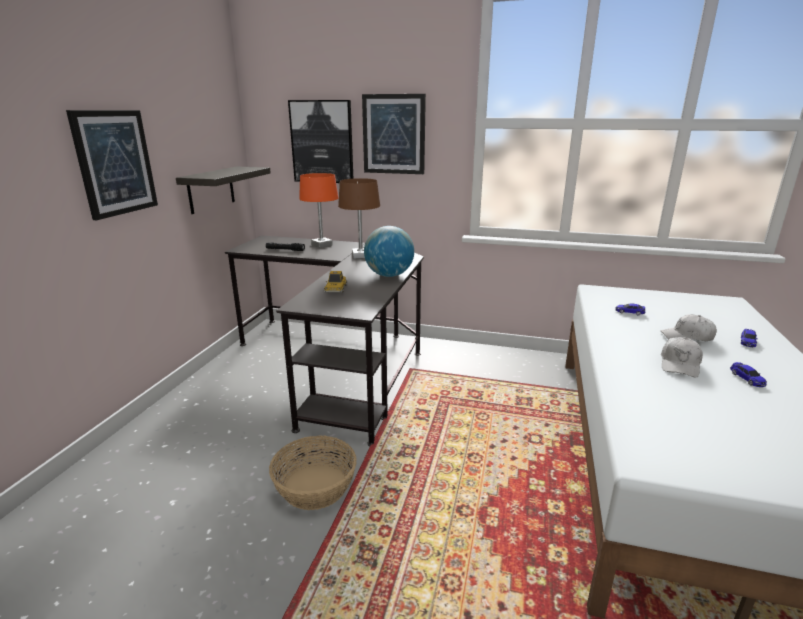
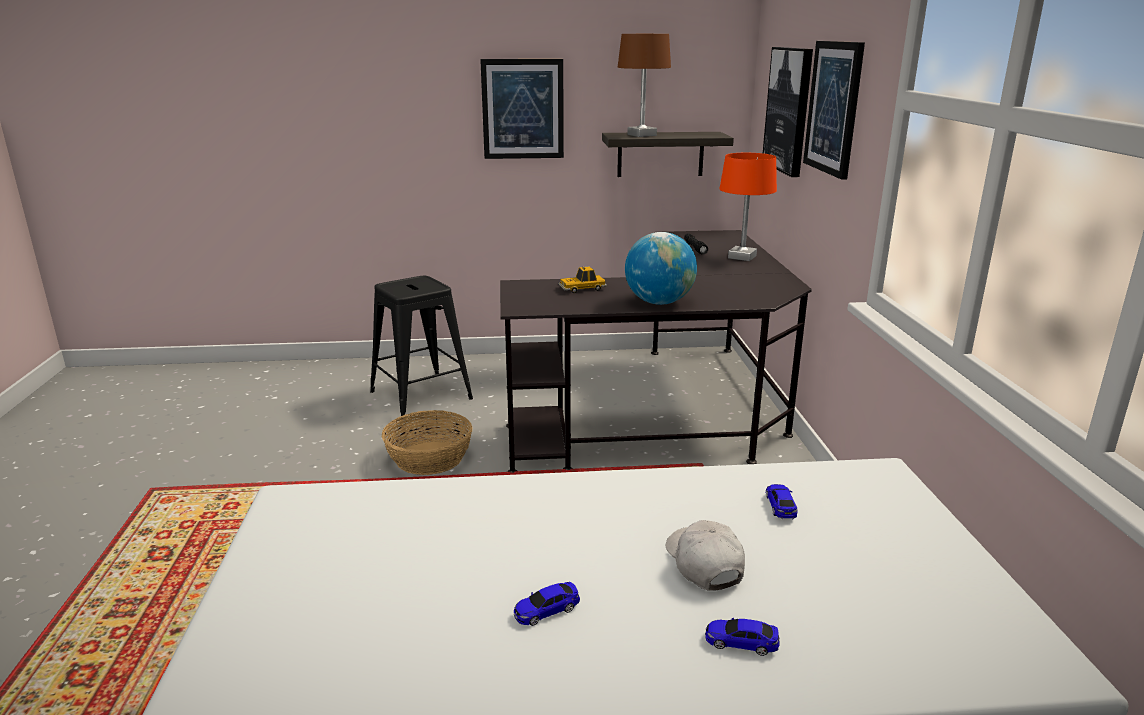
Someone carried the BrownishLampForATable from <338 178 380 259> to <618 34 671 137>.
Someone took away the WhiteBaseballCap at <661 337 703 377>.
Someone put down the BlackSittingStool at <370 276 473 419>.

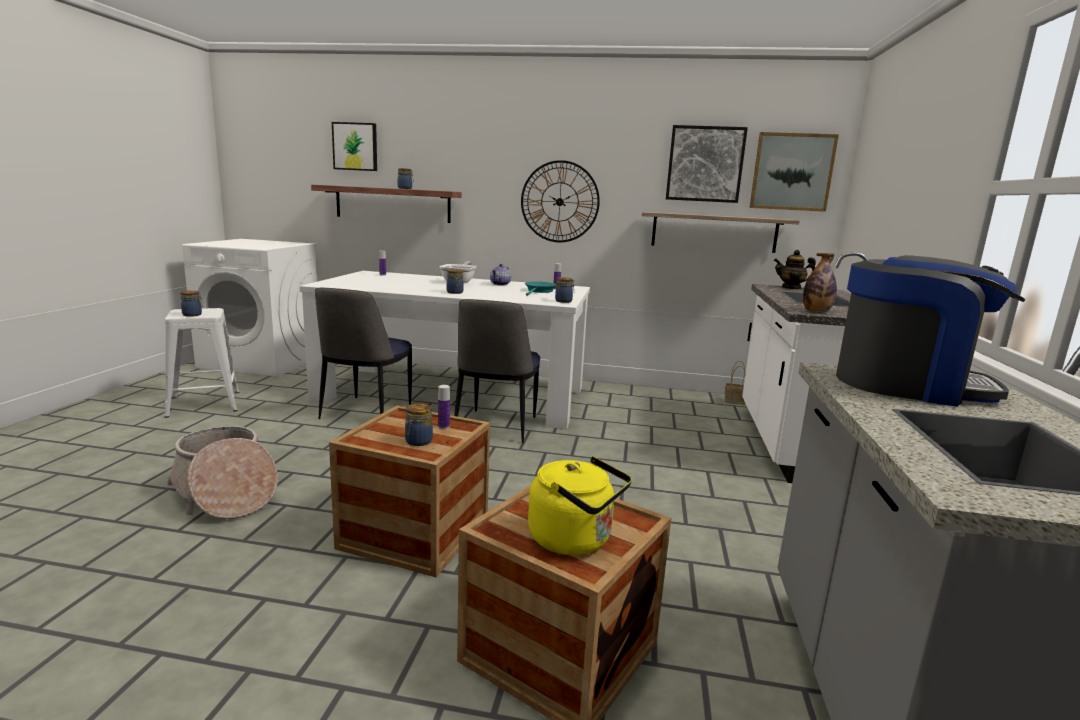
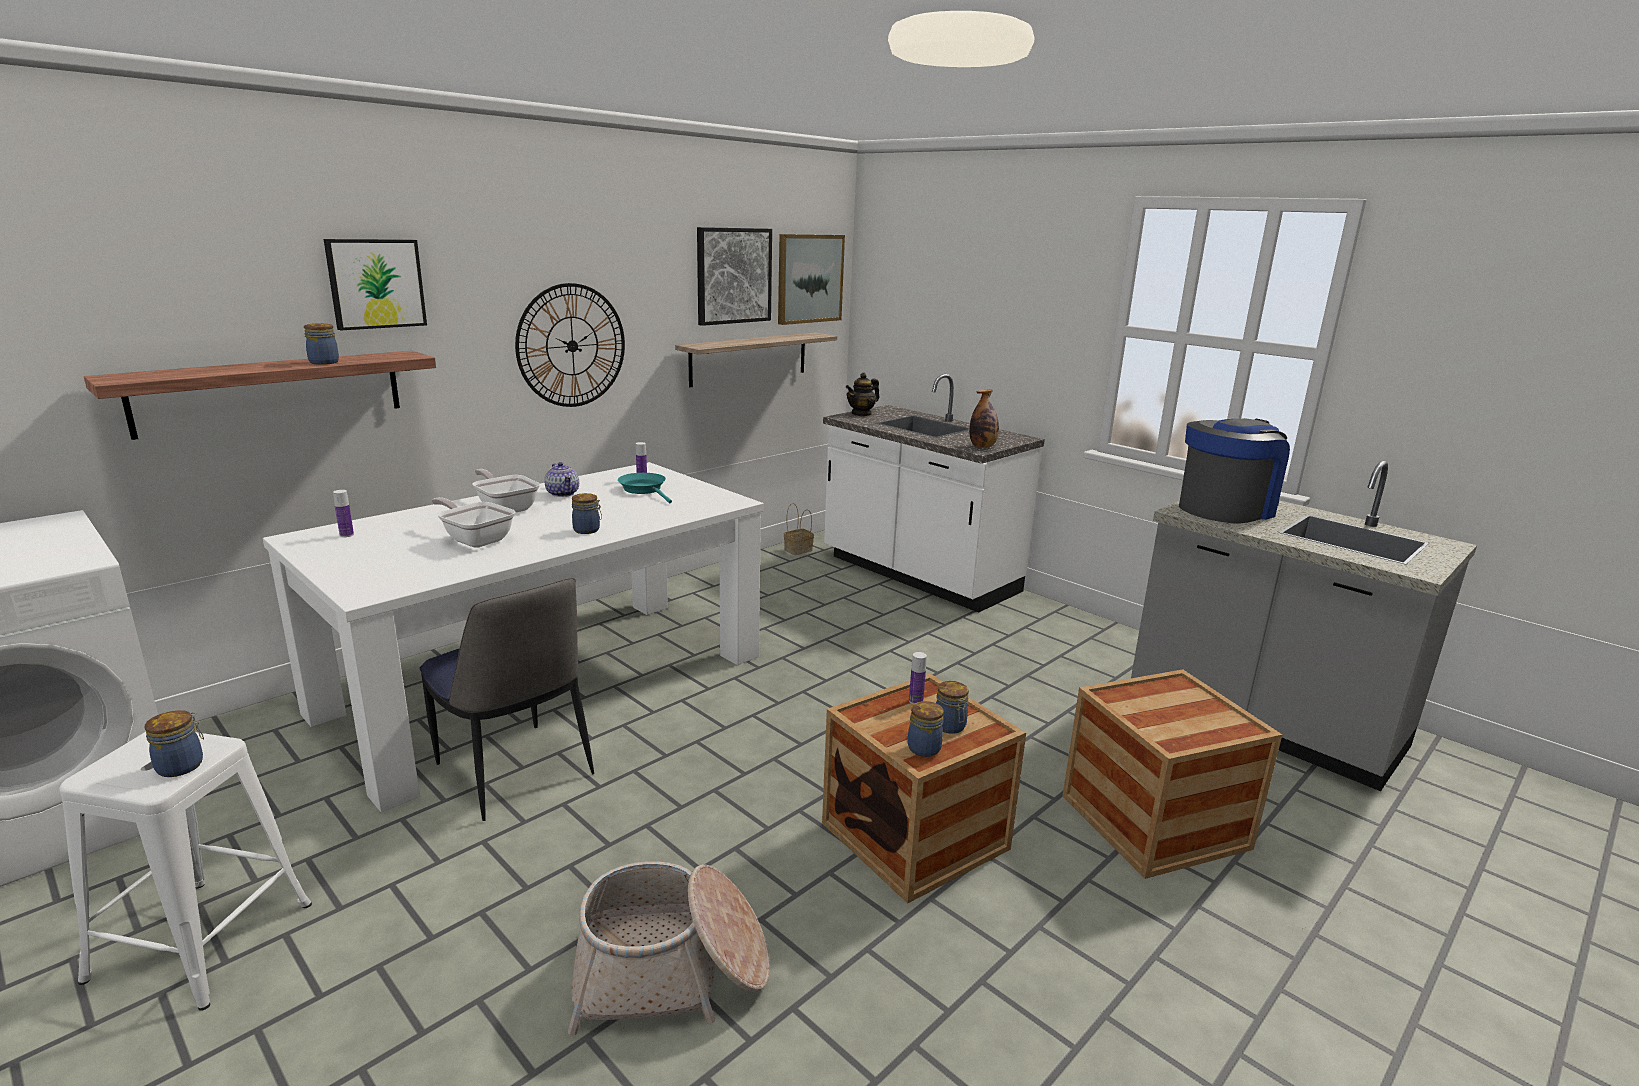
Someone carried the WallPicture from <332 122 377 171> to <324 239 427 330>.
Someone took away the UprightChair at <454 299 540 443>.
Someone took away the YellowKettle at <528 456 632 555>.
Someone carried the Jar from <555 277 575 303> to <908 701 944 757>.
Someone put down the Pan at <431 497 516 548>.

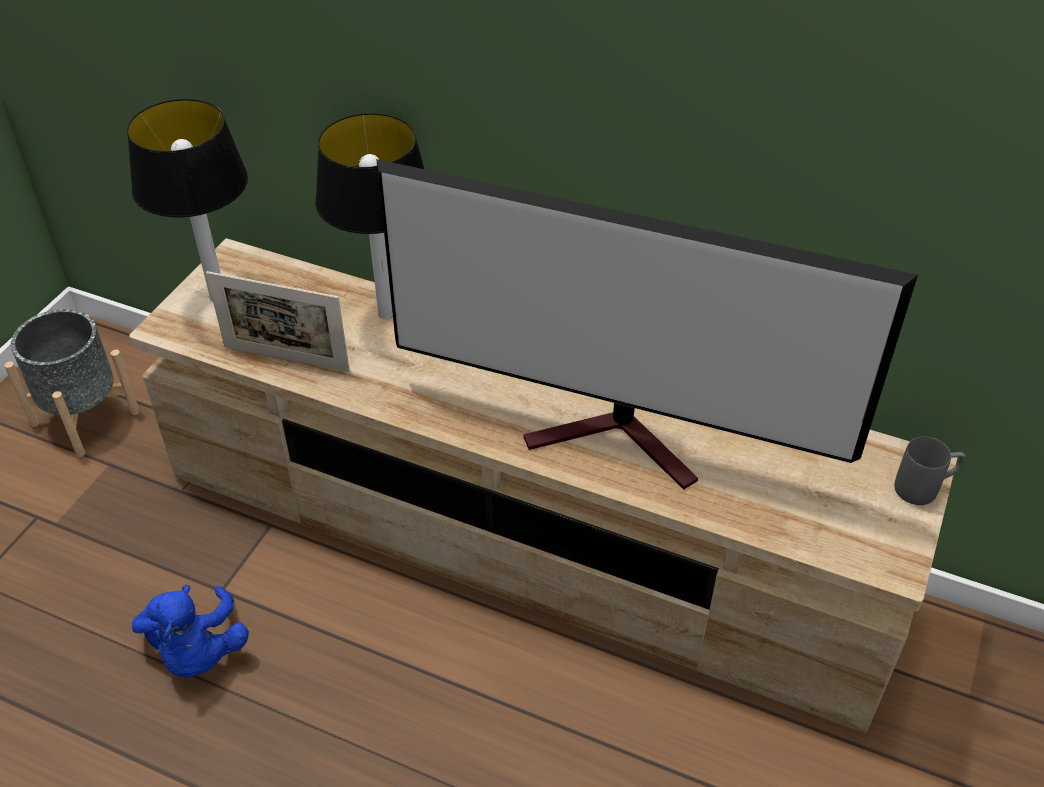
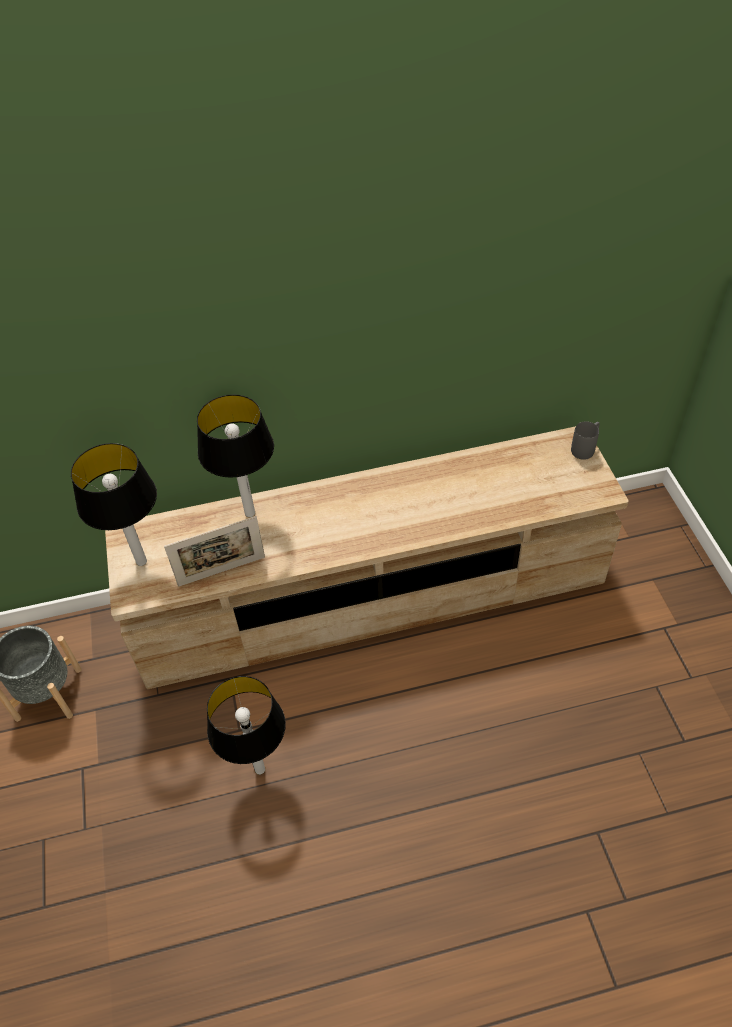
Someone swapped the BluePlushToy at <132 585 249 678> for the LampForATable at <207 676 286 775>.
Someone took away the Tv at <376 159 918 490>.

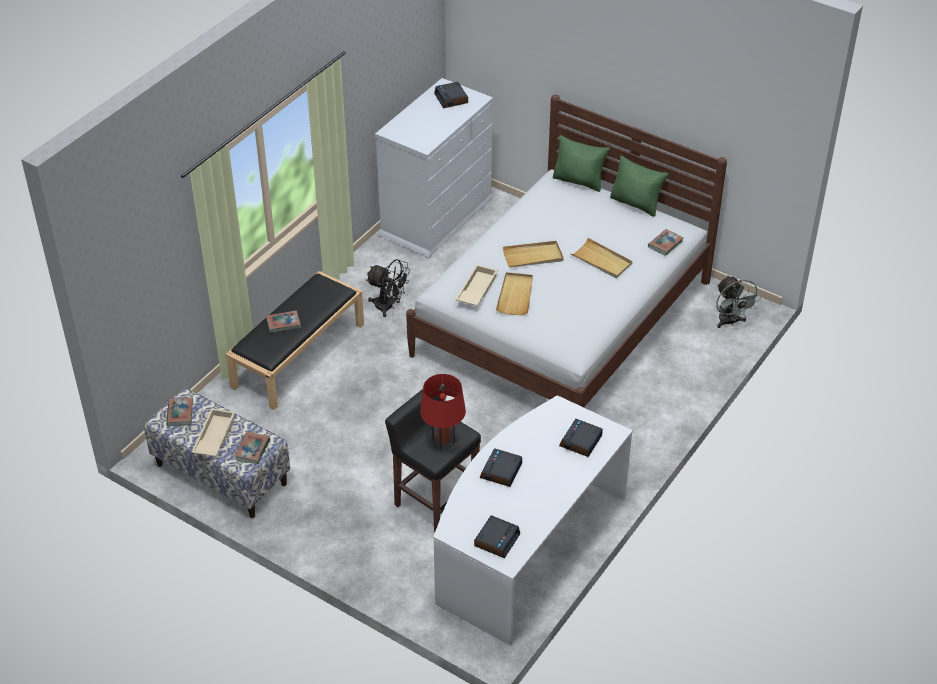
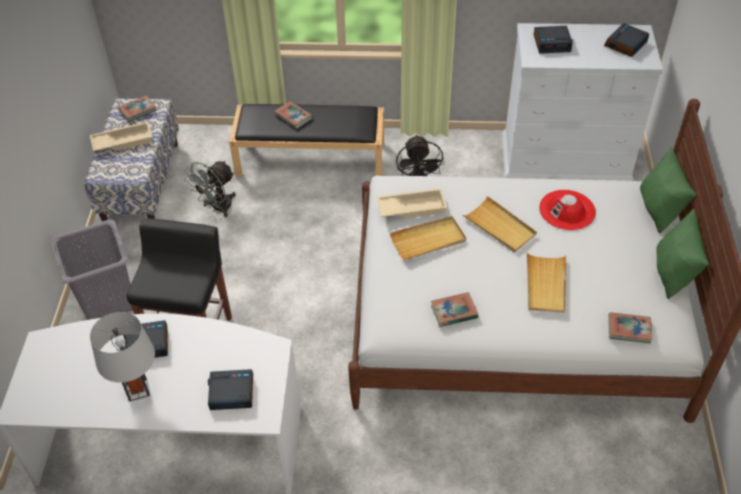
Someone carried the BoundBook from <234 432 270 464> to <431 292 478 327>.
Someone took away the RedColouredLampForATable at <420 374 466 451>.
Someone carried the BedsideClock from <474 515 520 558> to <534 26 573 54>.
Someone carried the GrayCoolingFan from <716 275 761 328> to <184 161 236 217>.
Someone put down the GrayWashingBasket at <50 219 132 320>.
Someone put down the GrayLampForATable at <90 312 155 401>.
Someone put down the RedColouredHat at <539 190 596 230>.

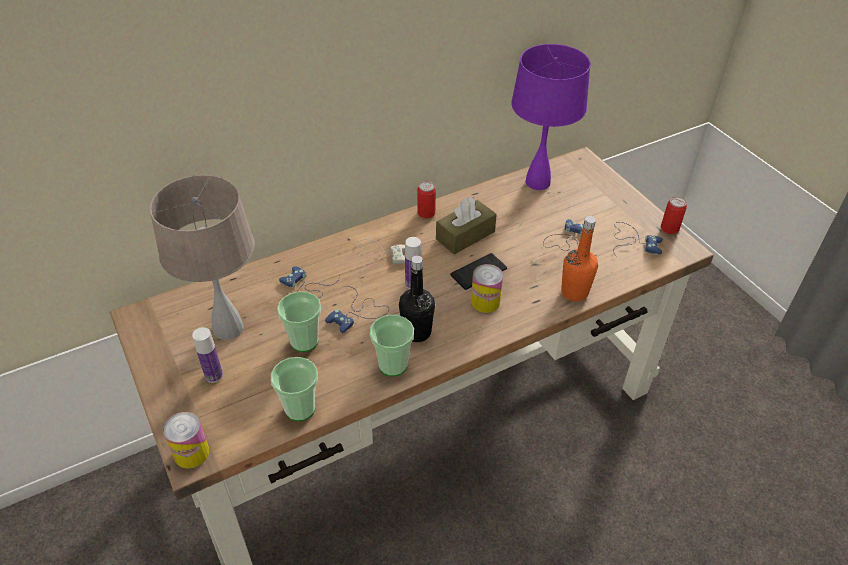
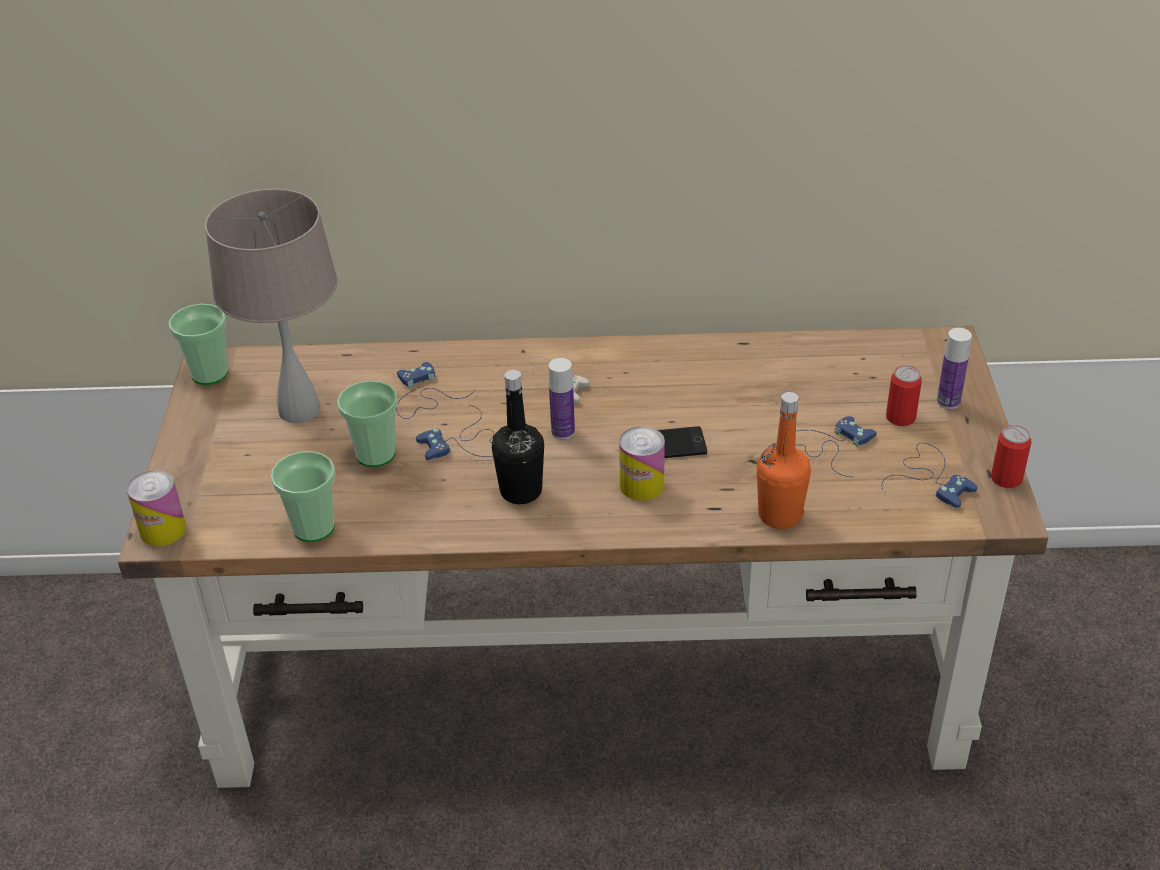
Someone carried the Bottle from <192 327 223 383> to <937 328 972 409>.
Someone carried the DrinkingCup from <370 315 414 376> to <169 304 228 385>.
Someone carried the Can from <417 181 436 218> to <886 365 922 426>.
Someone took away the BrownishTissueHolder at <436 197 497 254>.
Someone took away the PurplishLampForATable at <511 44 591 190>.

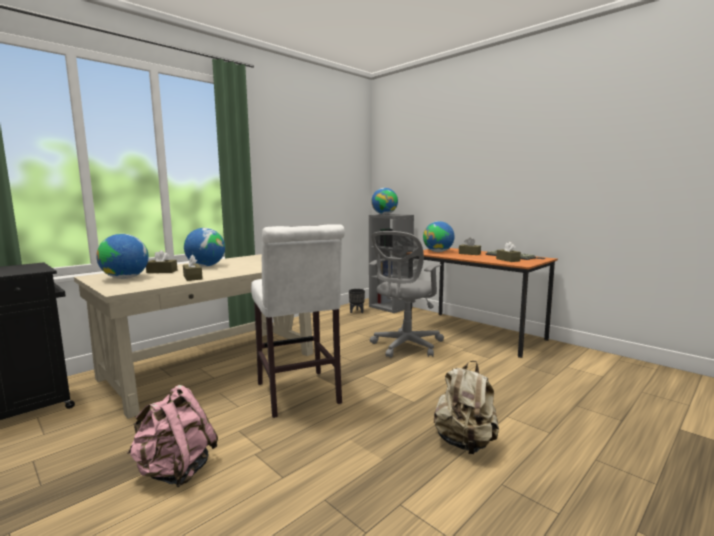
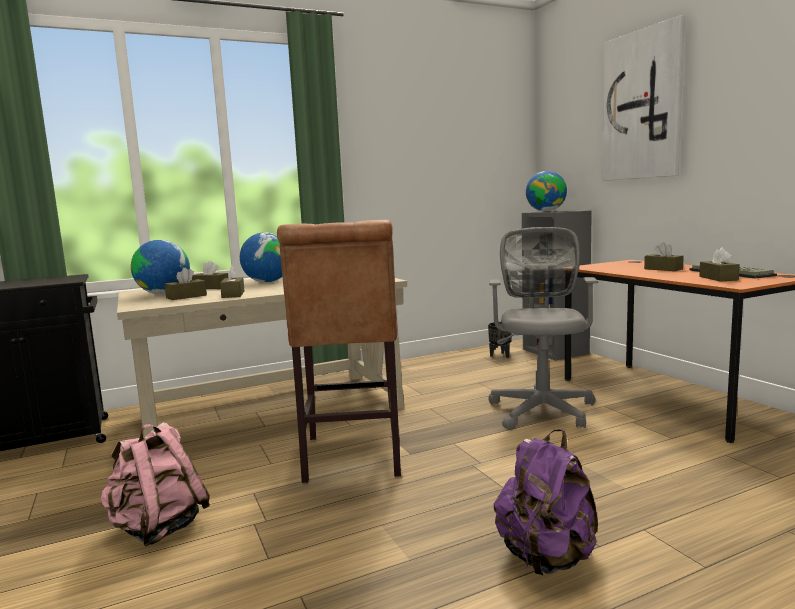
Someone repainted the WhiteSittingStool at <251 224 345 418>, which became the BrownishSittingStool at <277 220 401 483>.
Someone rotated the GrayDeskChair at <369 231 444 358> by 135 degrees clockwise.
Someone took away the WorldGlobe at <423 221 455 252>.
Someone repainted the BeigeColouredRucksack at <434 360 499 454>, which became the PurplishRucksack at <494 429 598 575>.
Someone put down the BrownishTissueHolder at <165 267 207 300>.
Someone put up the WallPicture at <601 15 685 181>.

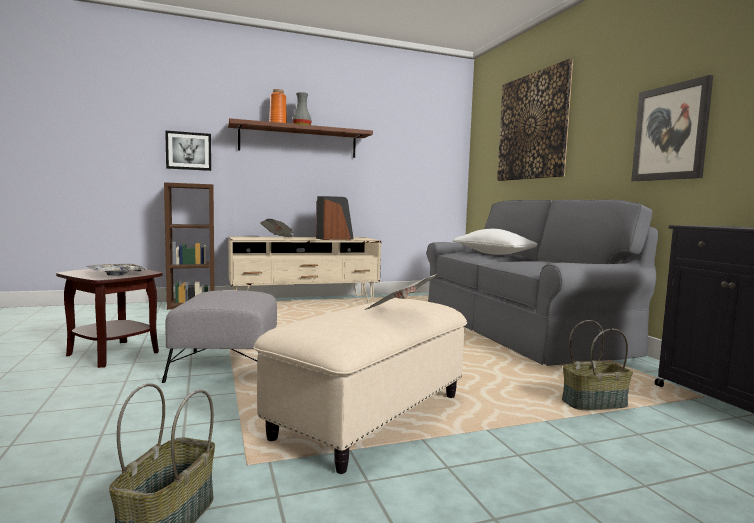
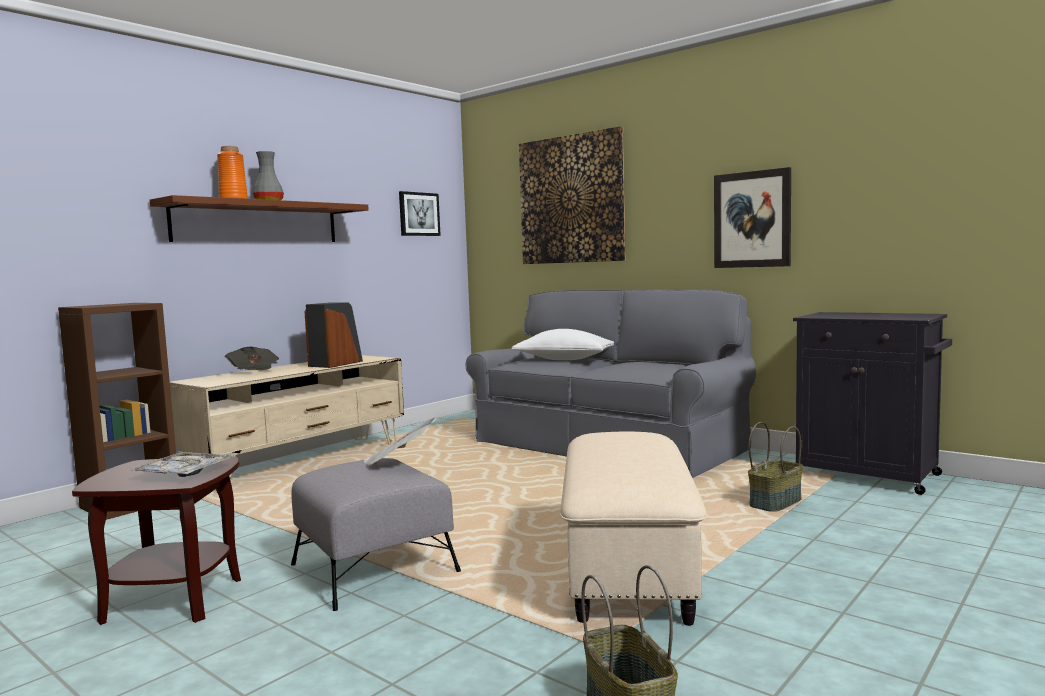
Someone carried the WallPicture from <165 131 211 171> to <399 191 441 236>.
Someone carried the DailyPaper from <364 274 437 310> to <364 417 437 466>.

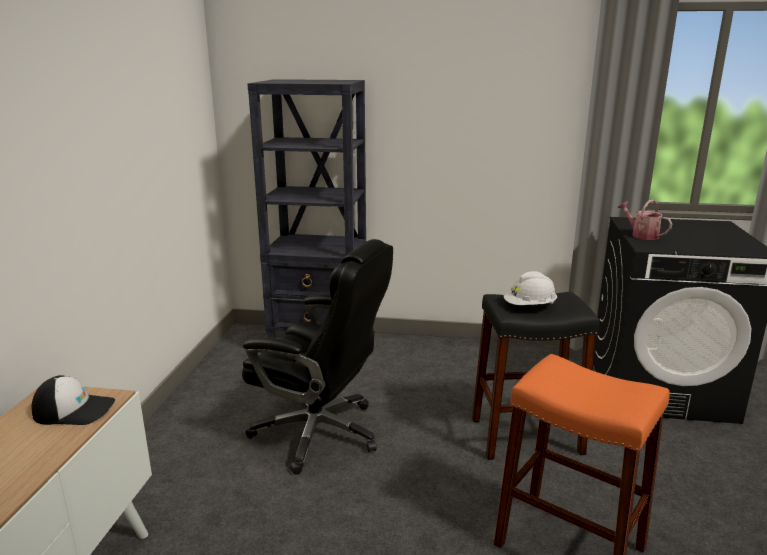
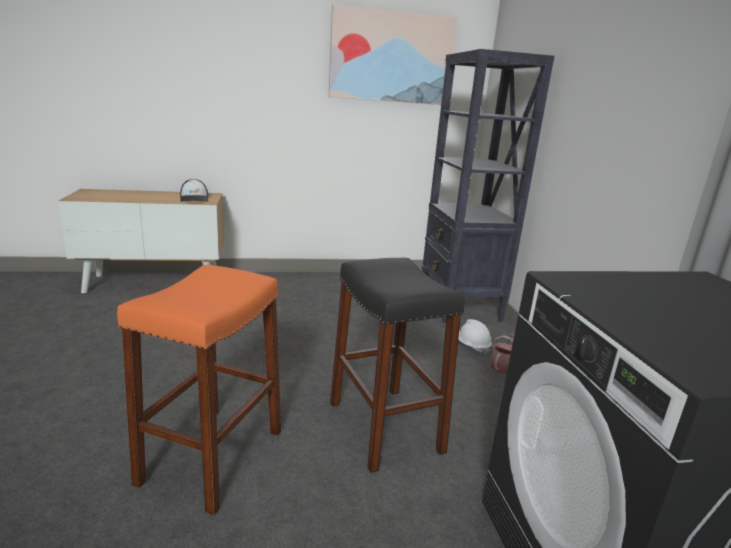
Someone took away the BlackDeskChair at <242 239 393 475>.
Someone carried the WhiteHardHat from <504 271 557 305> to <458 319 492 354>.
Someone carried the WateringCan from <617 199 672 240> to <490 333 514 373>.
Someone put up the WallPicture at <329 5 458 105>.

